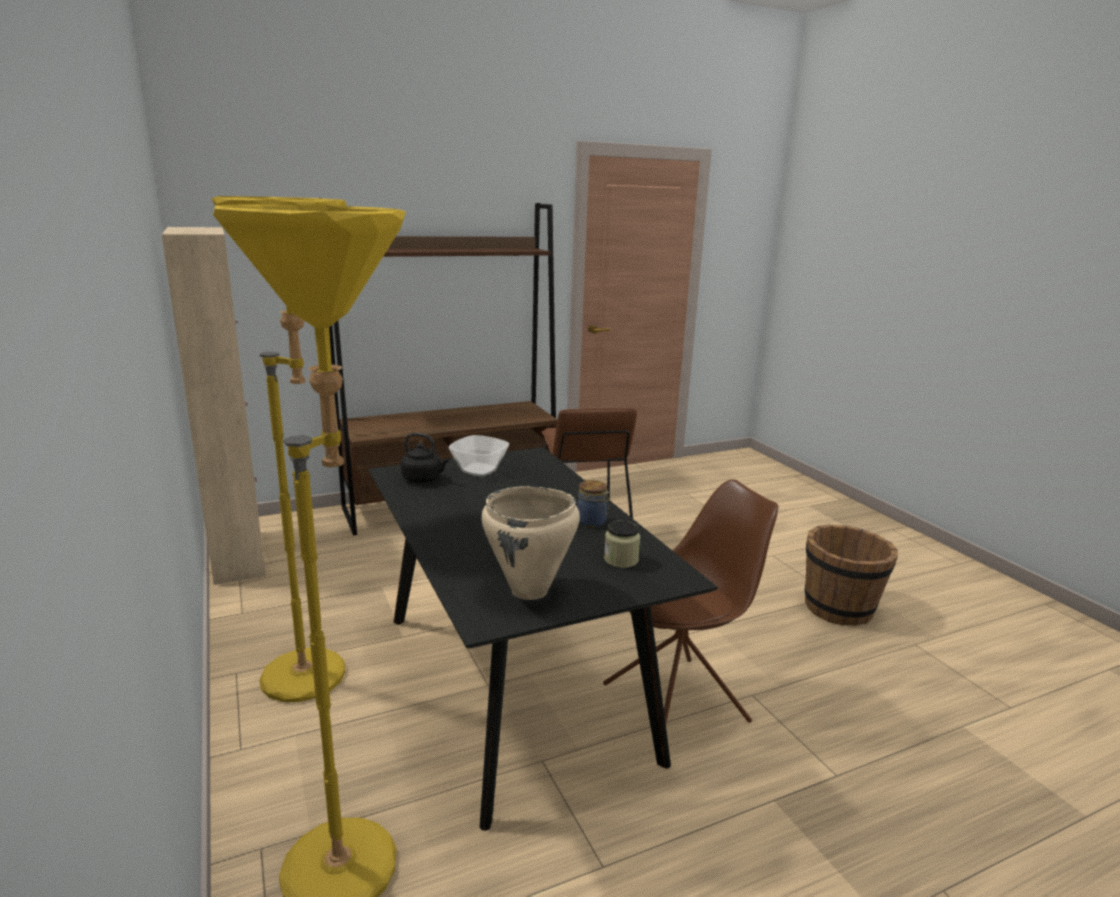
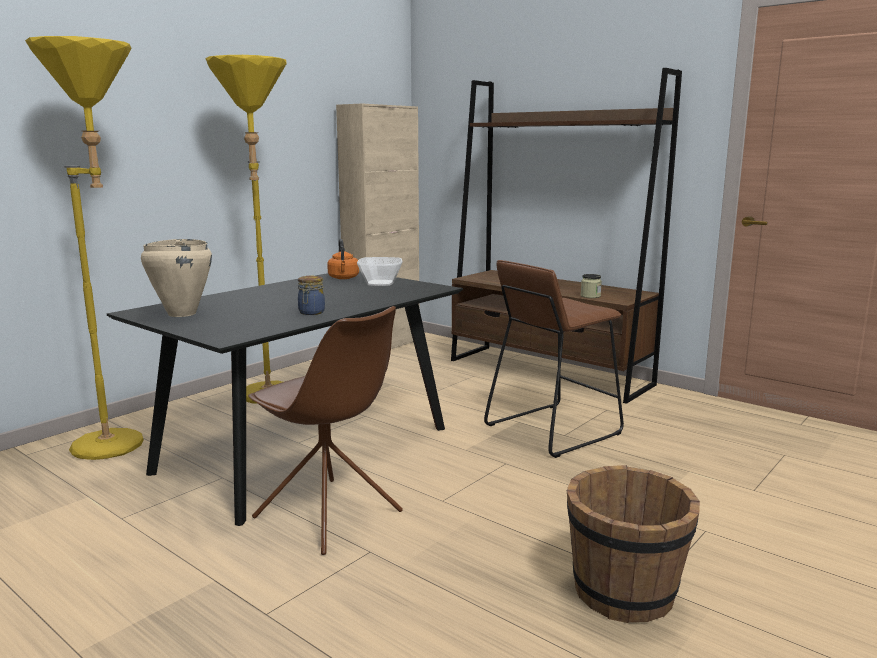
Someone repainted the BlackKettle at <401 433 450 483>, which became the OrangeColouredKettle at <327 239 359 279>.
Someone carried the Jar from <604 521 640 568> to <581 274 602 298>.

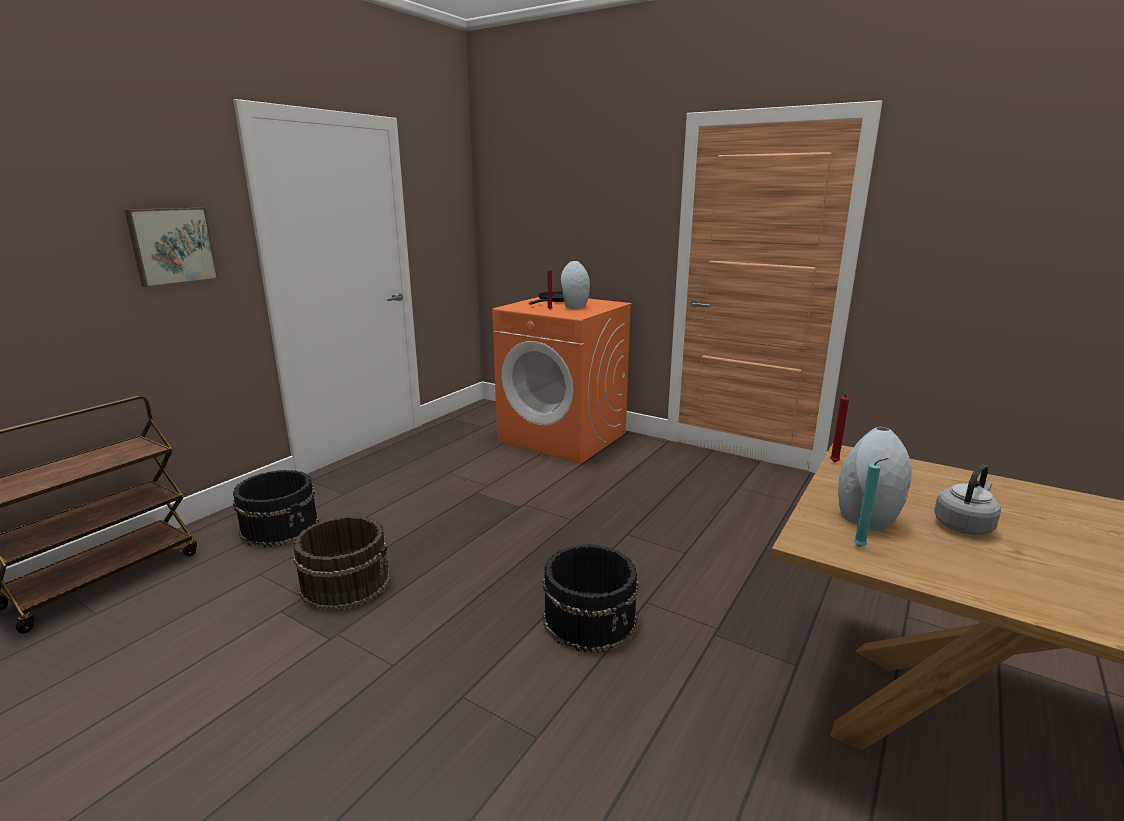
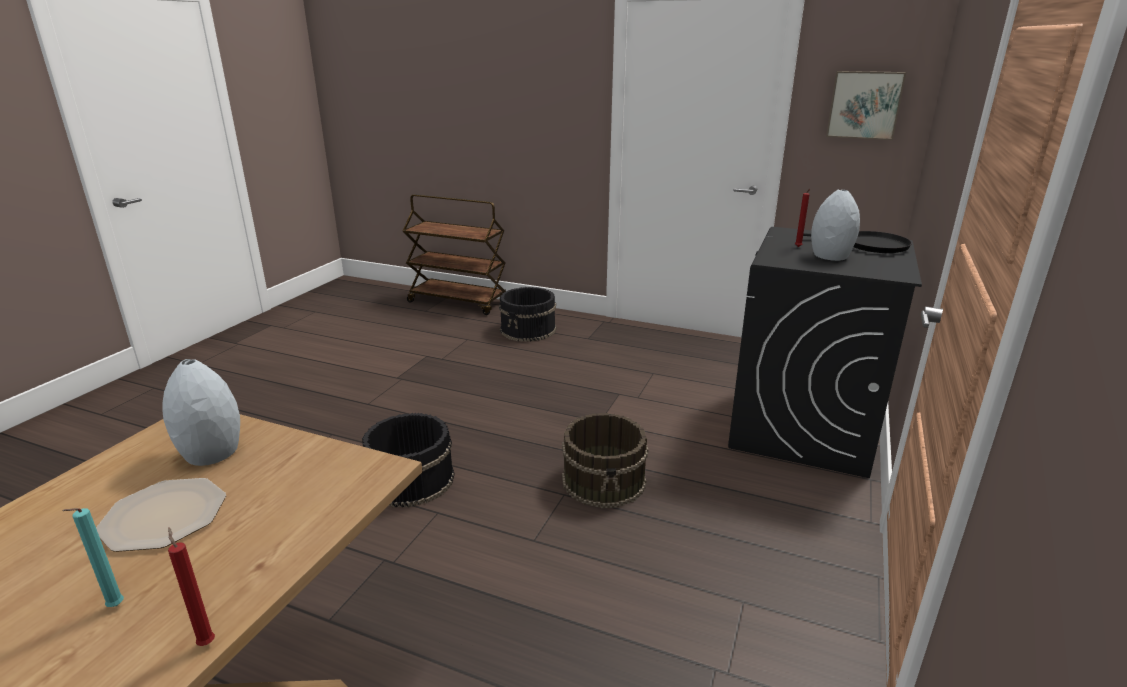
Someone carried the WallPicture from <124 208 219 288> to <826 71 906 140>.
Someone carried the BrownishWaterBucket from <293 516 391 611> to <562 413 649 508>.
Someone repainted the OrangeColouredWashingMachine at <492 297 632 464>, which became the BlackWashingMachine at <728 227 922 478>.
Someone carried the RedColouredCandle from <830 392 849 462> to <168 527 215 646>.
Someone carried the BlueGreenCandle from <854 458 889 547> to <63 508 124 607>.
Someone swapped the GrayKettle at <934 465 1001 535> for the DinnerPlate at <96 478 226 552>.

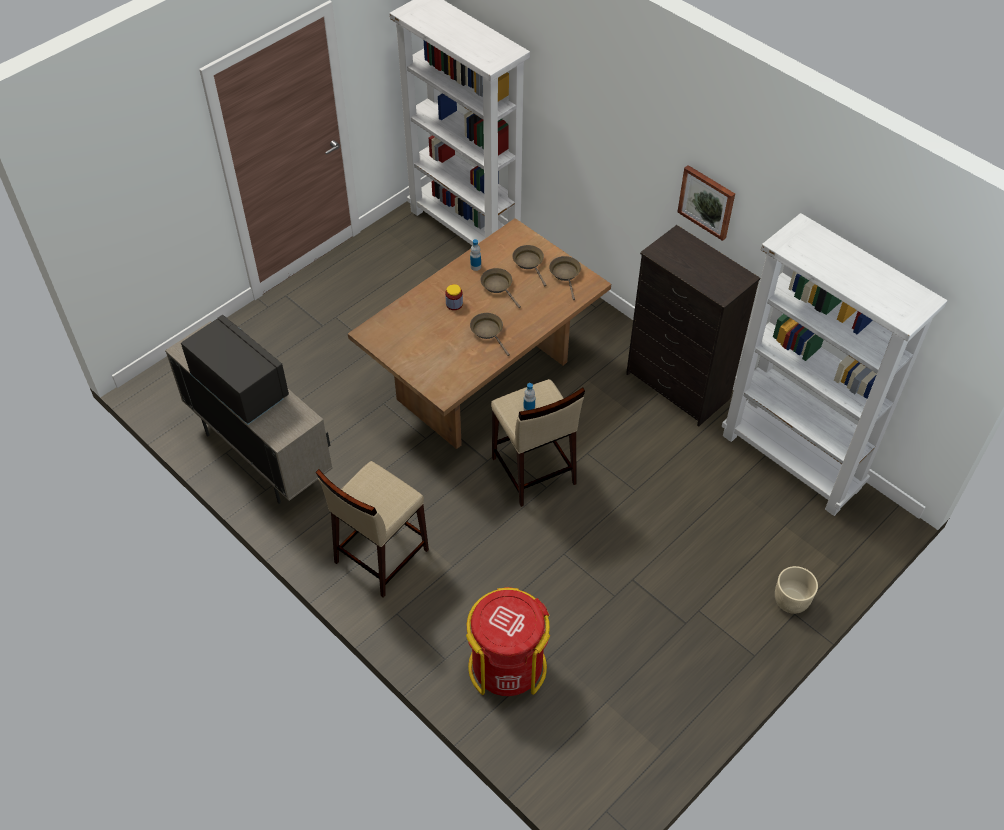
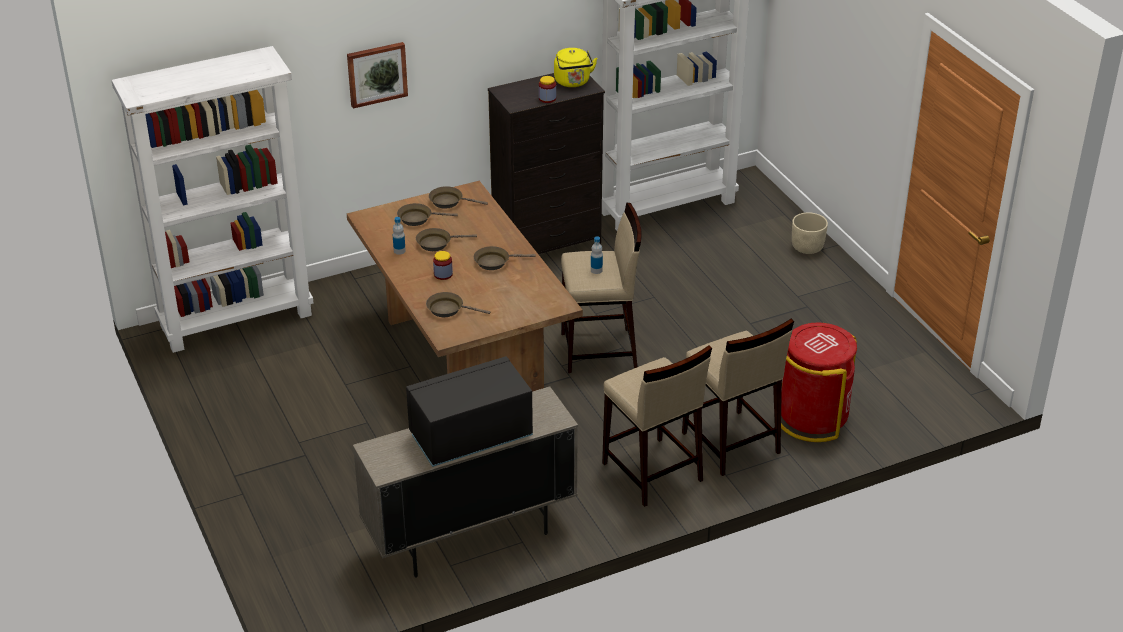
Someone carried the WallPicture from <677 165 735 241> to <347 42 408 109>.
Someone put down the BrownishPan at <426 292 490 317>.
Someone put down the Jar at <539 76 556 103>.
Someone put down the YellowKettle at <554 48 598 87>.
Someone put down the BeigeColouredSittingStool at <682 319 794 476>.

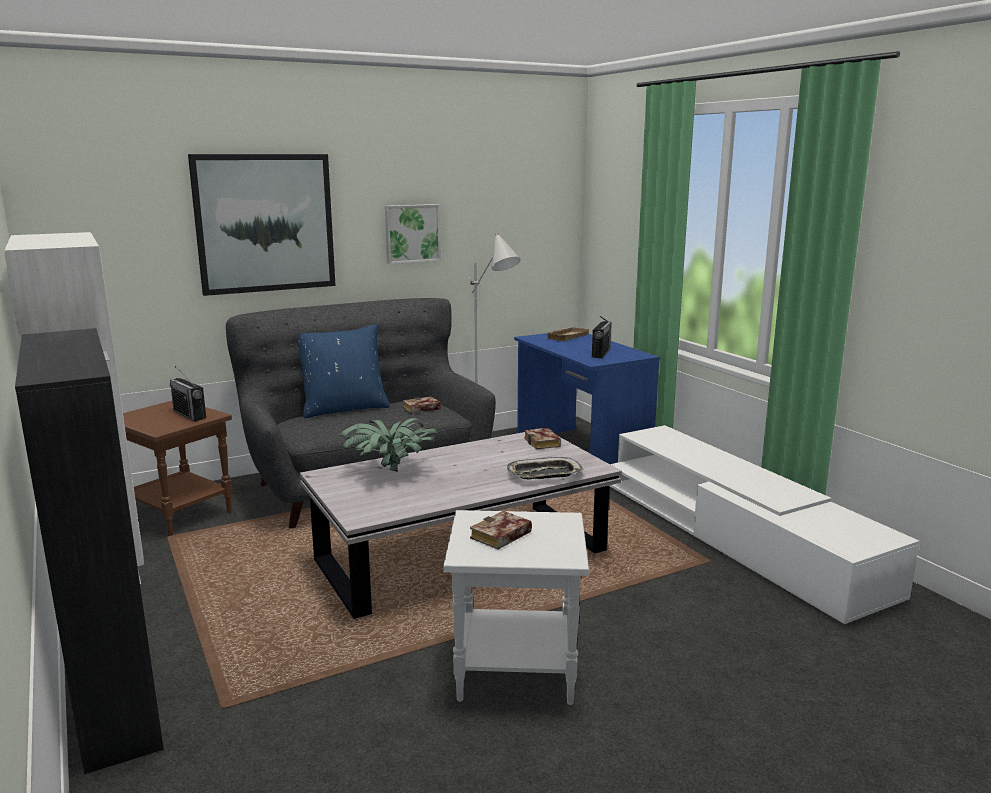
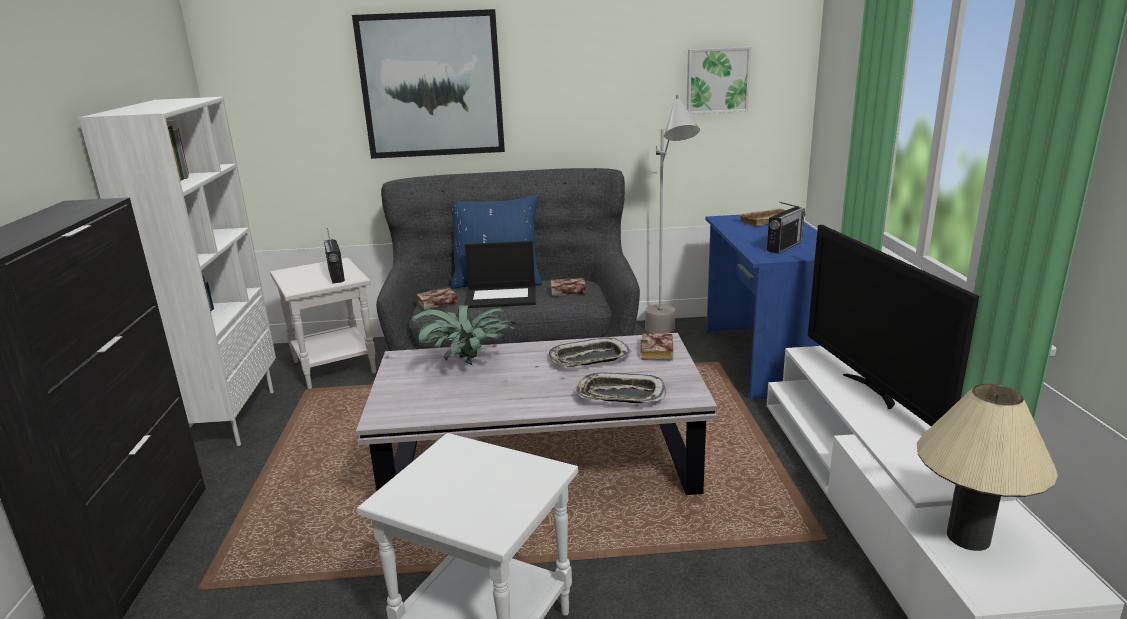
Someone repainted the BrownishEndTable at <123 401 233 536>, which became the WhiteEndTable at <270 257 376 389>.
Someone carried the WallPicture from <385 204 441 264> to <687 47 751 114>.
Someone carried the BoundBook from <470 511 532 550> to <417 288 458 309>.
Someone put down the PortableComputer at <464 241 536 308>.
Someone put down the ServingTray at <549 337 632 367>.
Someone put down the Tv at <808 225 979 426>.
Someone put down the BeigeColouredLampForATable at <917 384 1058 551>.

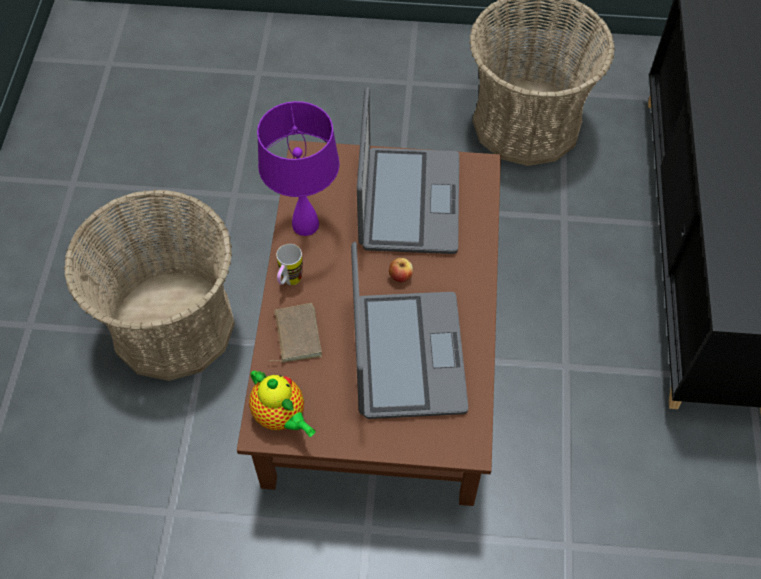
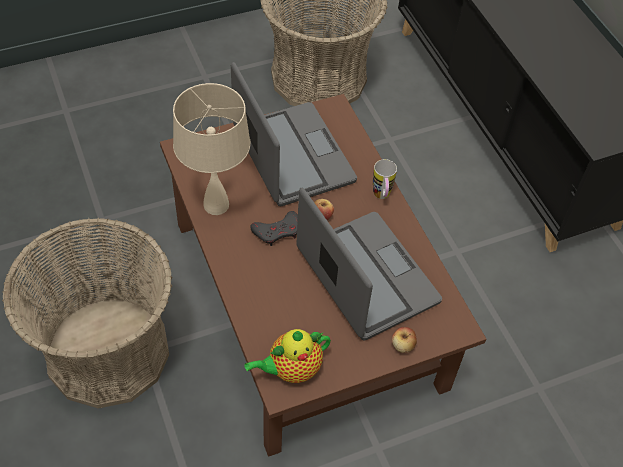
Someone rotated the Teapot at <249 370 315 437> by 135 degrees clockwise.
Someone repainted the PurplishLampForATable at <257 101 340 236>, which became the BeigeColouredLampForATable at <173 83 250 215>.
Someone took away the BrownishBoundBook at <269 303 322 362>.
Someone carried the CoffeeMug from <276 244 303 285> to <373 159 397 199>.
Someone put down the GrayGameController at <250 211 298 246>.
Someone put down the Apple at <392 327 417 353>.

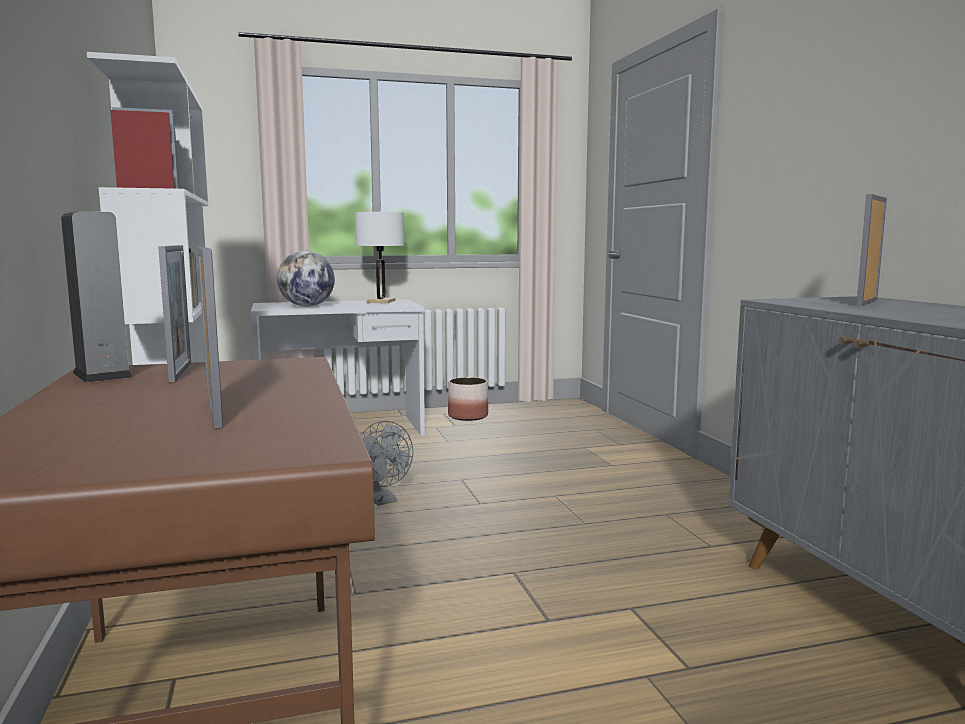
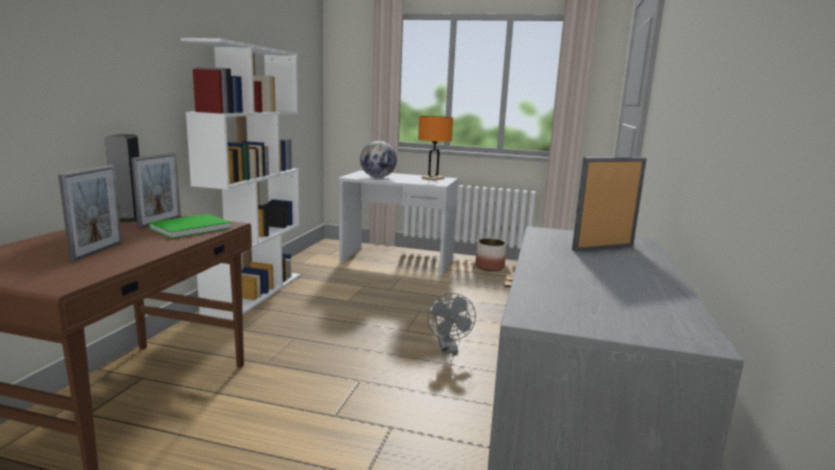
Someone repainted the WhiteLampForATable at <354 212 404 303>, which became the OrangeColouredLampForATable at <418 116 453 181>.
Someone carried the GrayCoolingFan from <361 421 413 506> to <427 293 476 353>.
Someone put down the GreenColouredBoundBook at <148 214 231 238>.

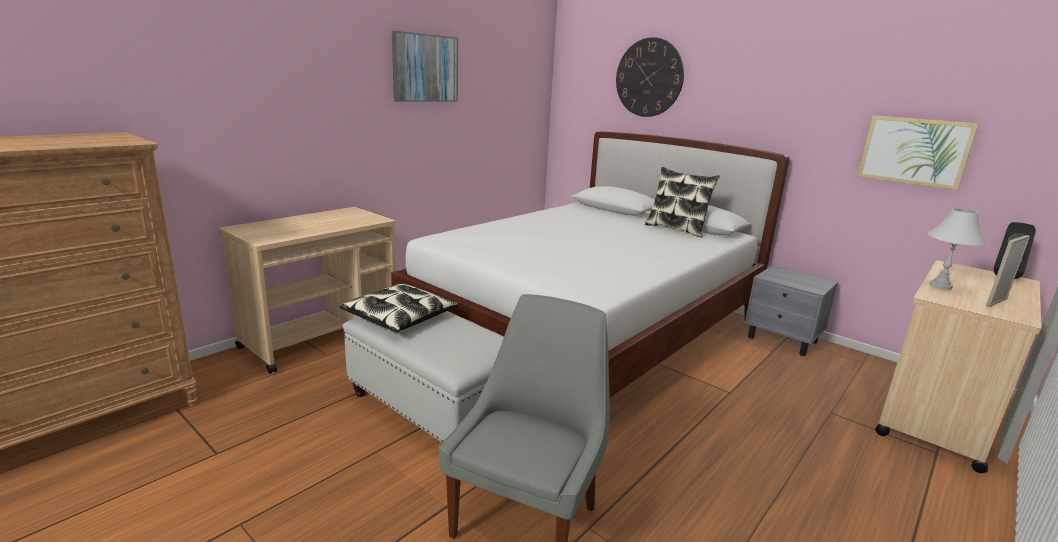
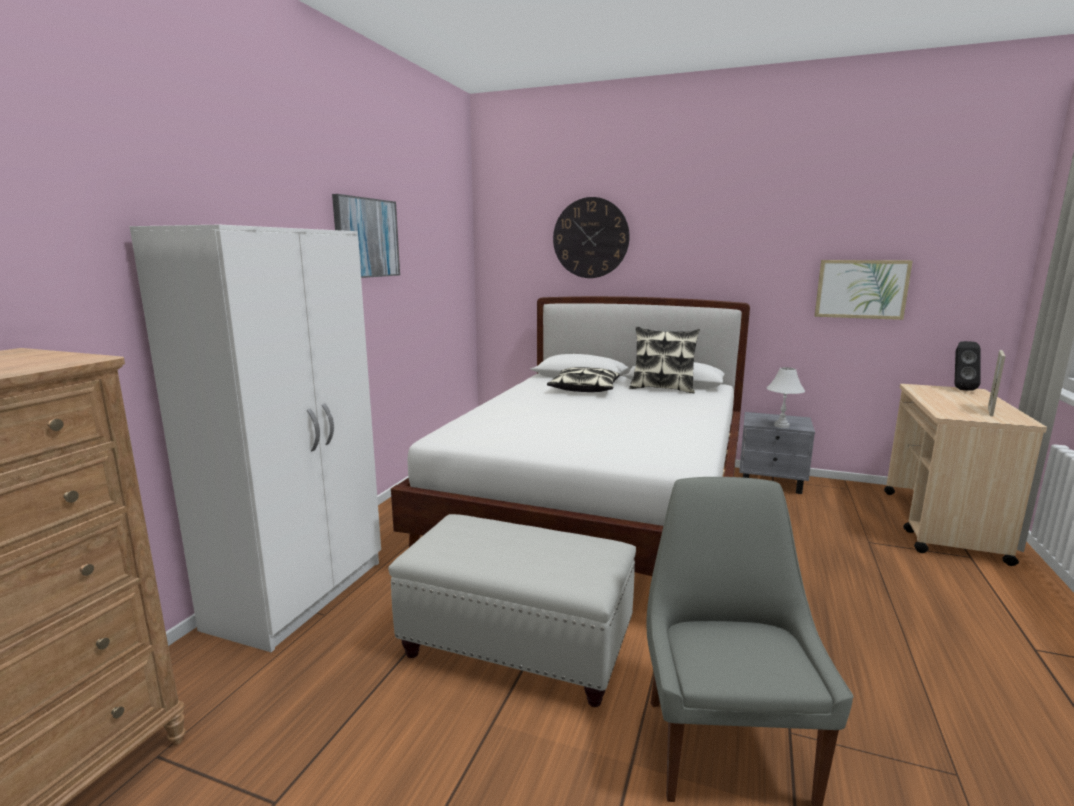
Someone swapped the BeigeColouredTrolley at <219 207 396 374> for the WhiteClothesCupboard at <130 225 381 652>.
Someone carried the Cushion from <339 283 458 332> to <547 367 620 392>.
Someone carried the WhiteLampForATable from <927 209 986 290> to <767 367 805 428>.

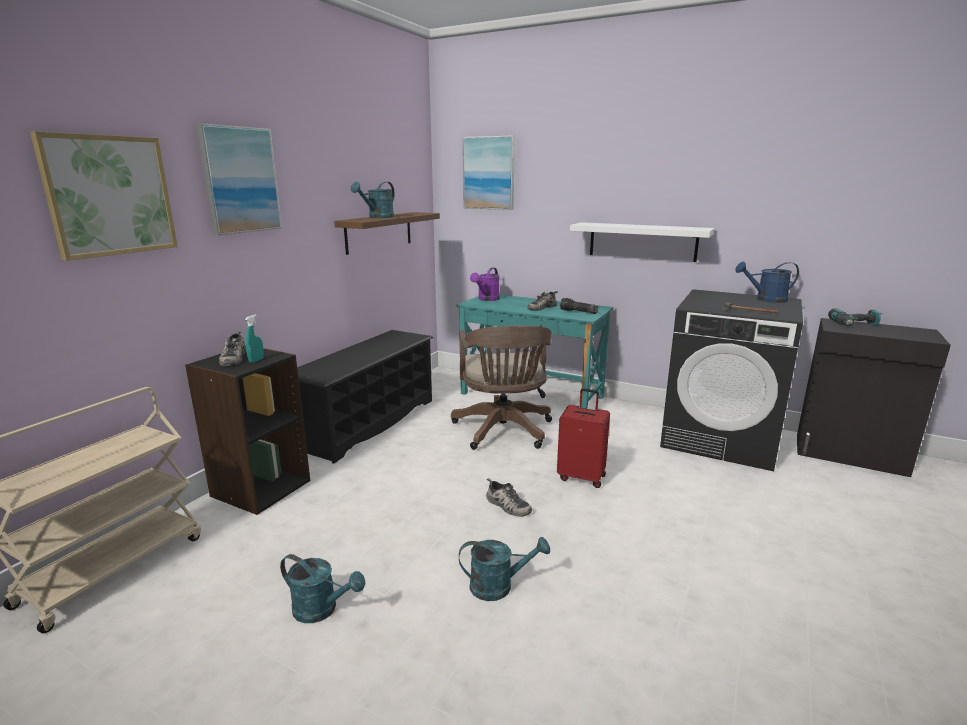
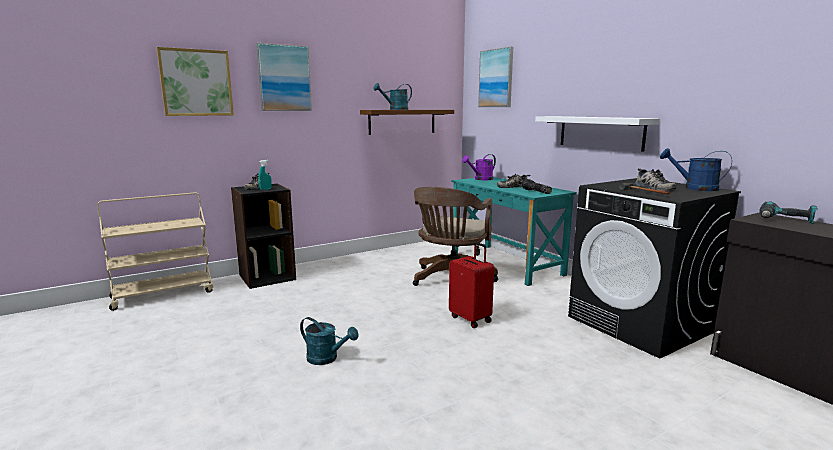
Someone took away the BlueGreenWateringCan at <280 554 365 623>.
Someone took away the BlackShoeRack at <297 330 434 464>.
Someone carried the LowShoe from <486 478 532 517> to <635 169 676 191>.

